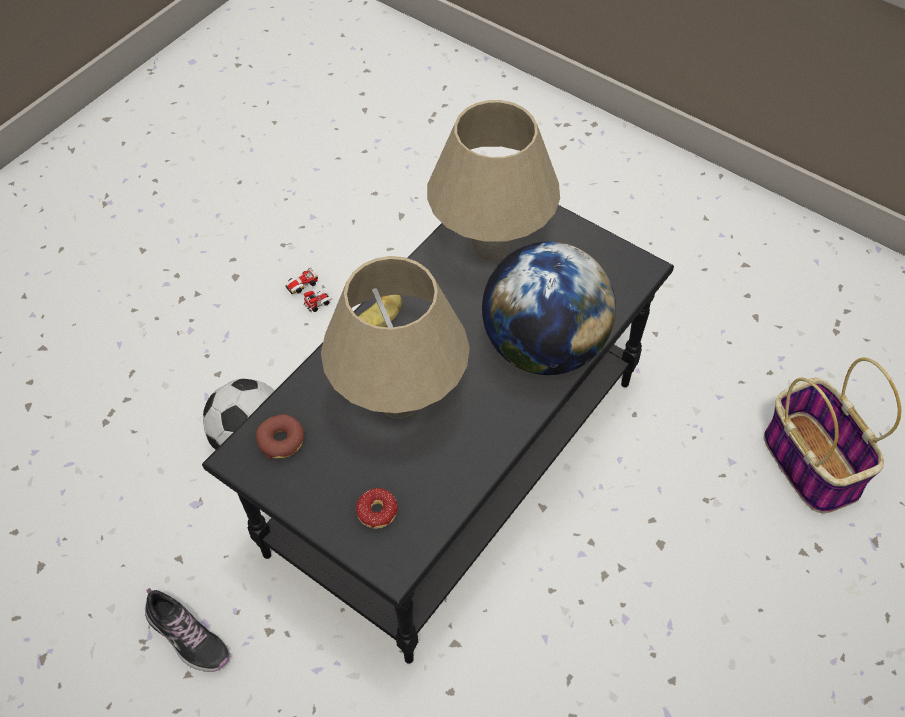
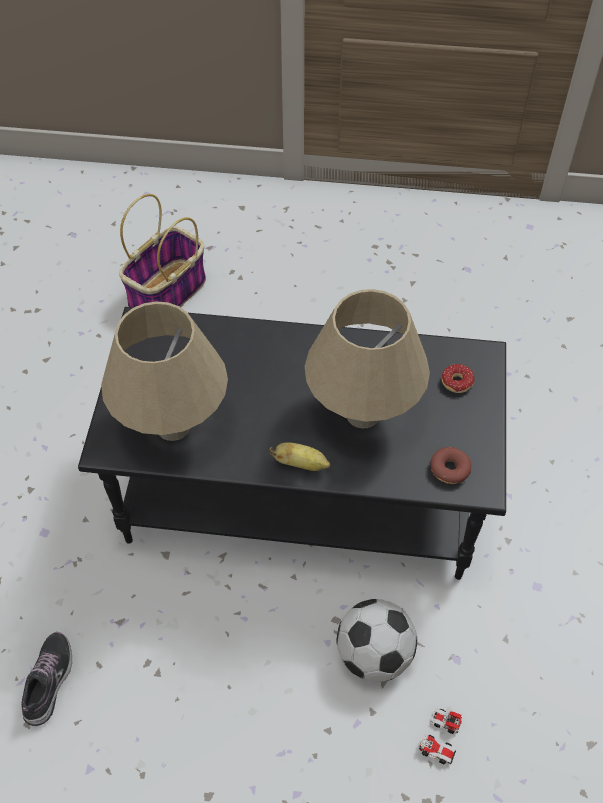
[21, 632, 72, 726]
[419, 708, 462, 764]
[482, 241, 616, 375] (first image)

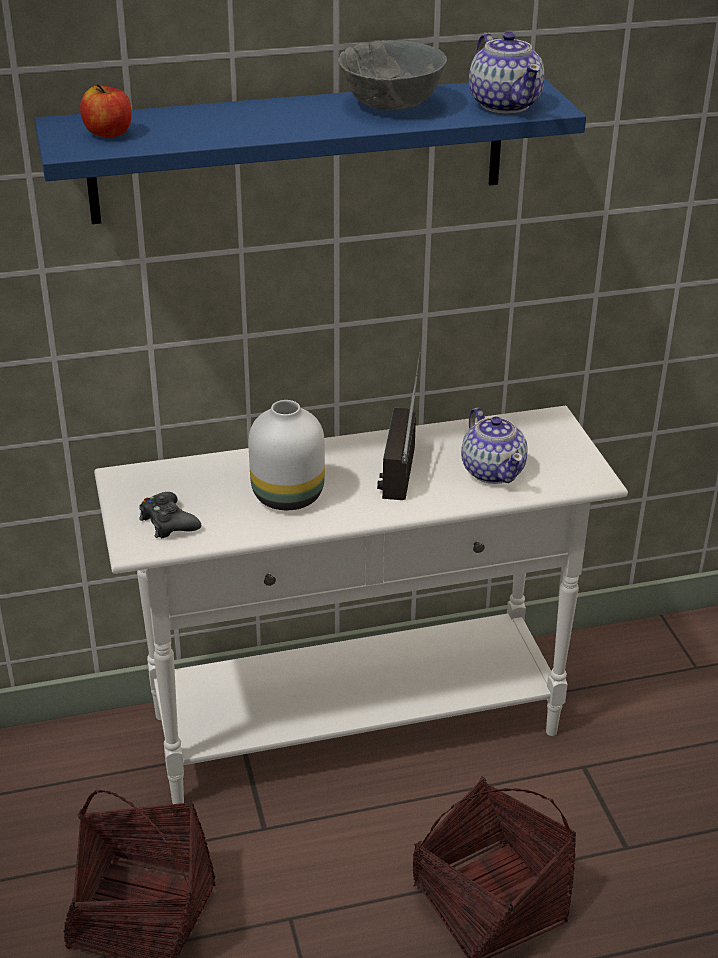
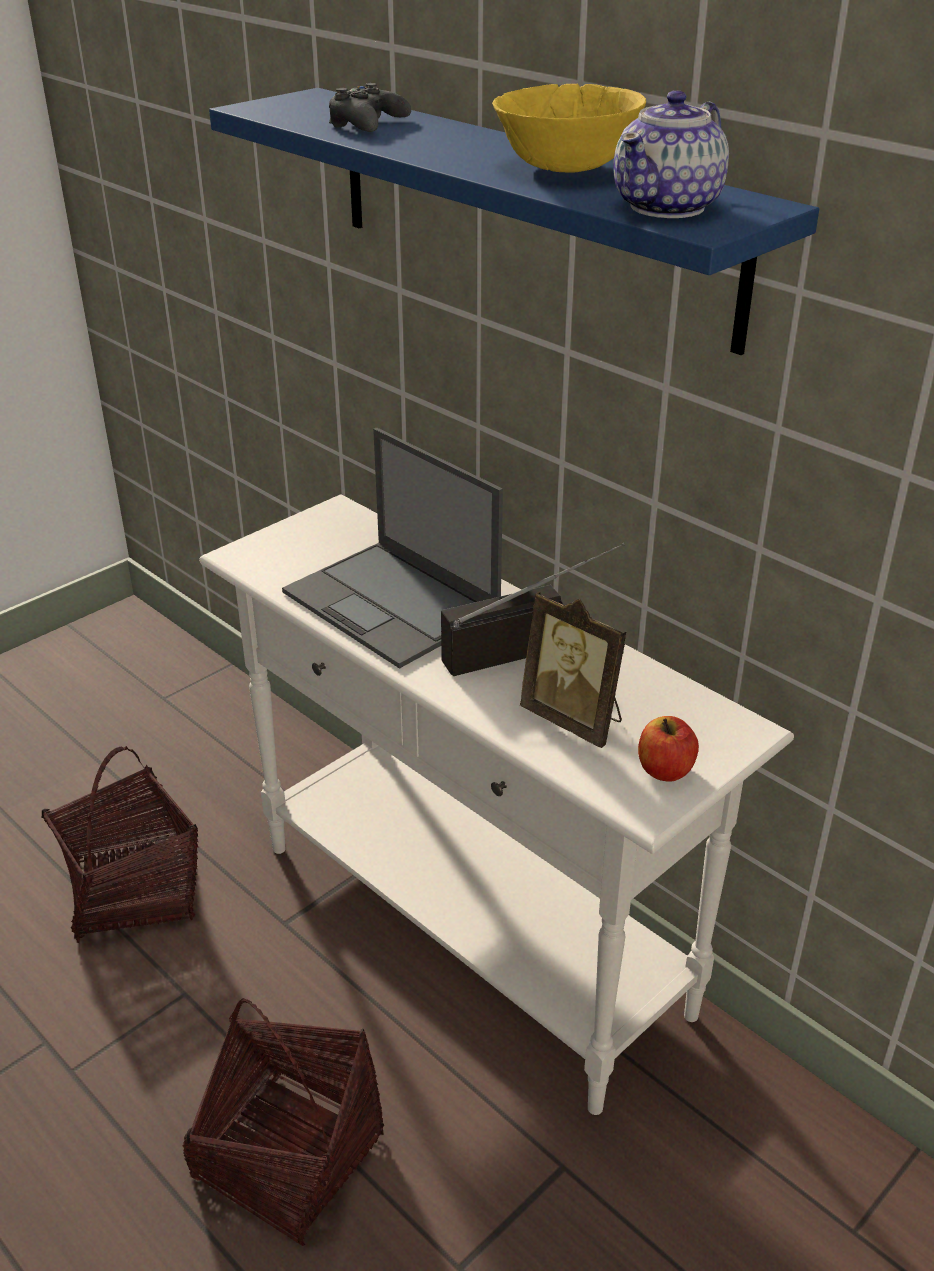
[638, 716, 699, 782]
[329, 83, 411, 132]
[282, 428, 503, 669]
[492, 84, 646, 172]
[520, 592, 627, 748]

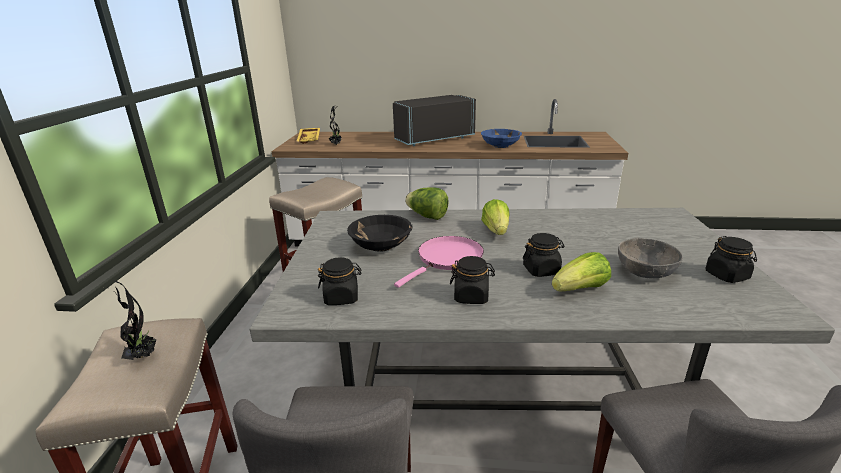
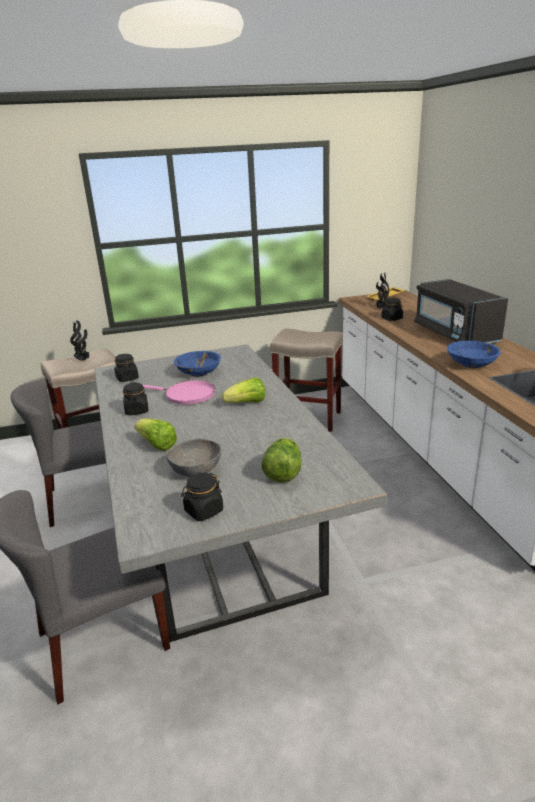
[174, 351, 221, 377]
[414, 279, 508, 343]
[261, 438, 301, 483]
[381, 298, 403, 321]

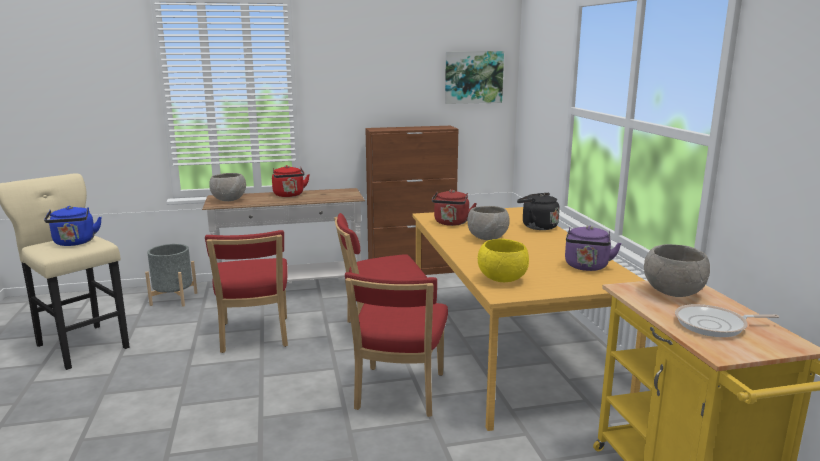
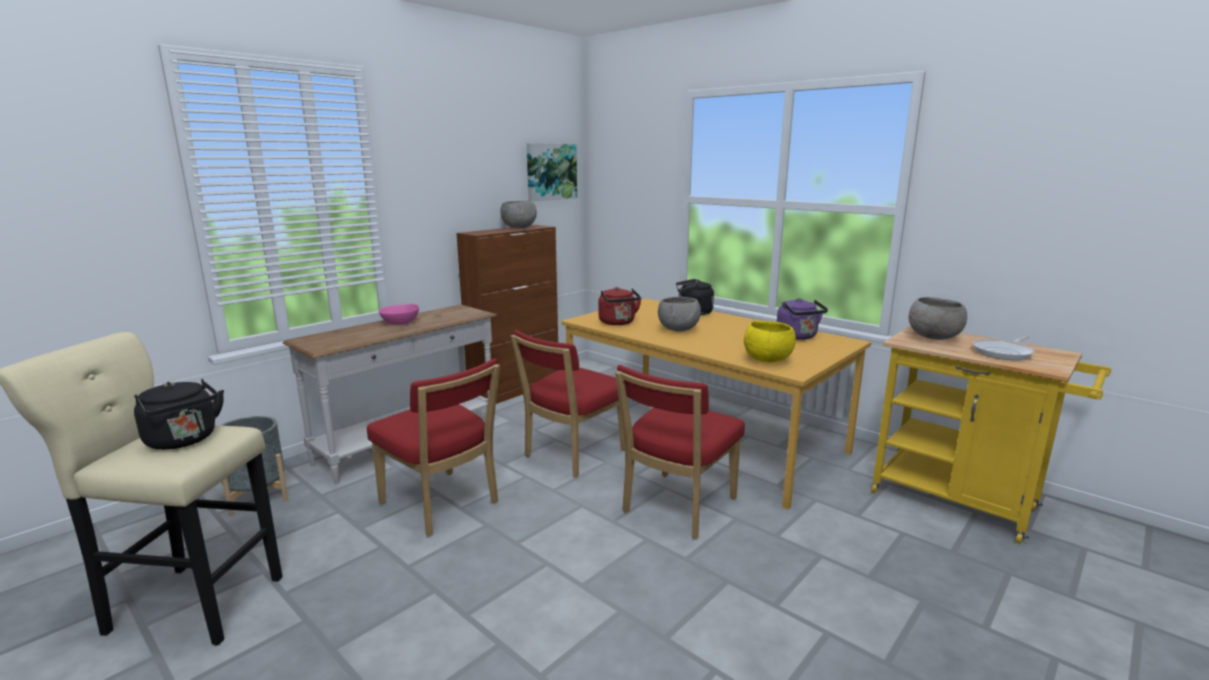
[134, 379, 224, 450]
[500, 201, 537, 228]
[378, 304, 419, 325]
[615, 365, 745, 539]

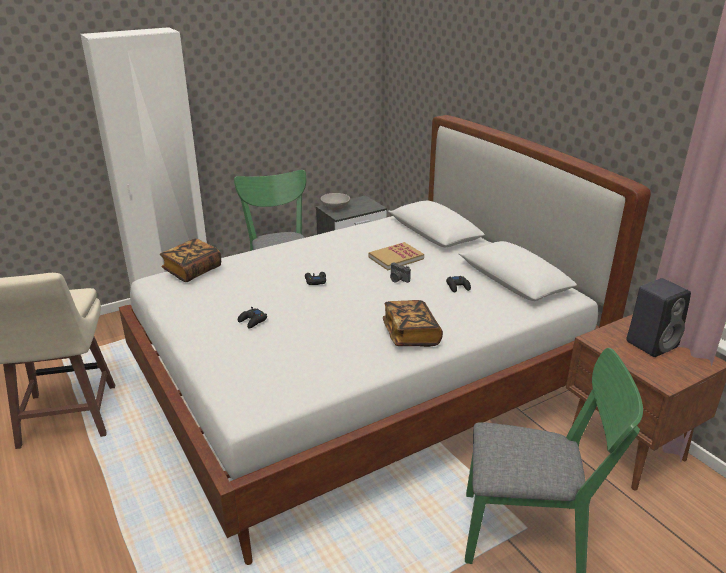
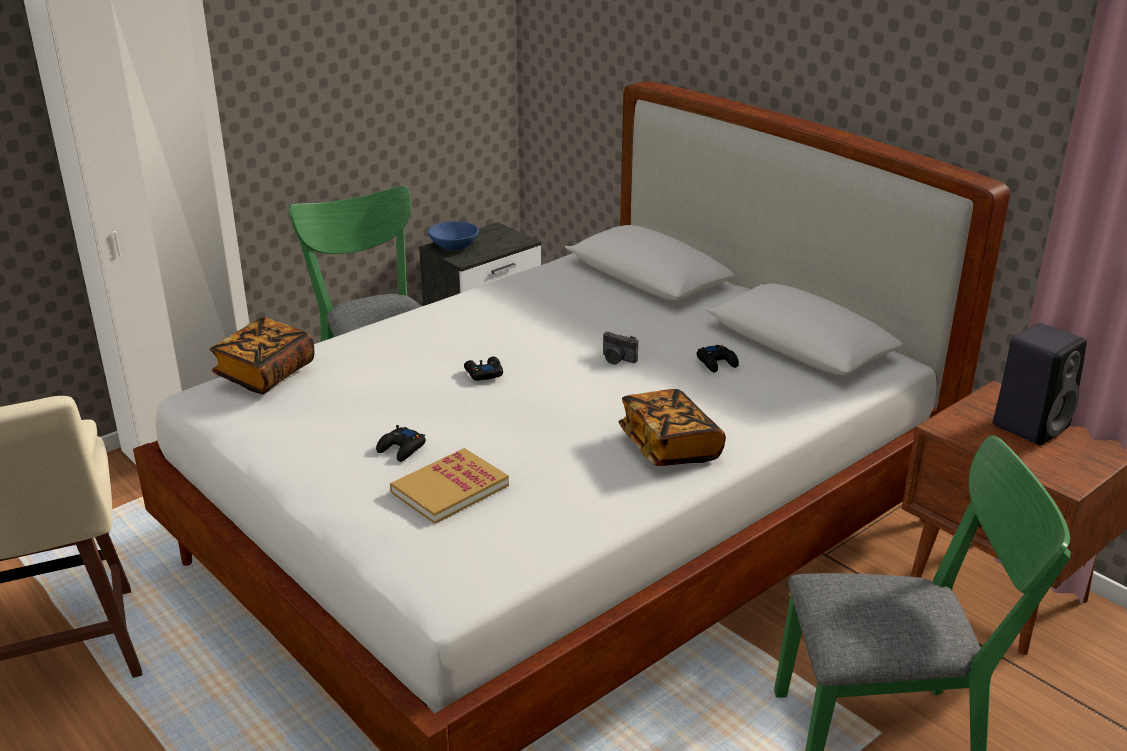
[428, 221, 479, 250]
[390, 448, 509, 524]

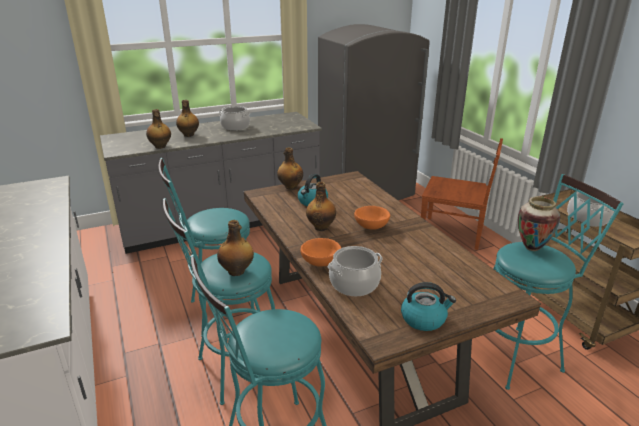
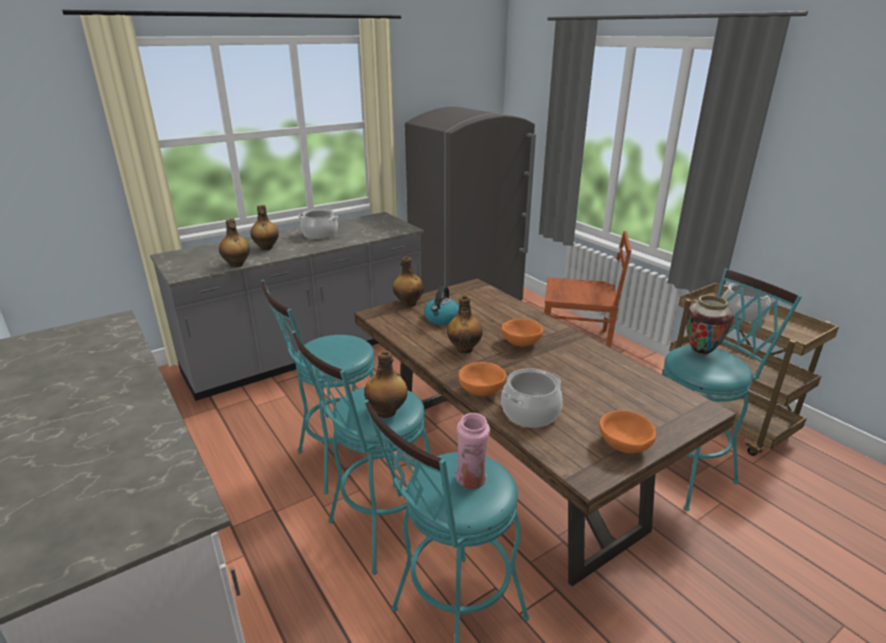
[599, 410, 656, 454]
[455, 413, 490, 489]

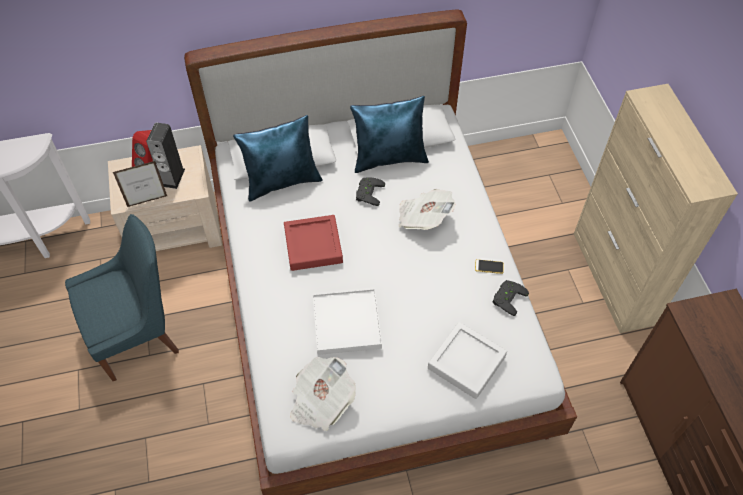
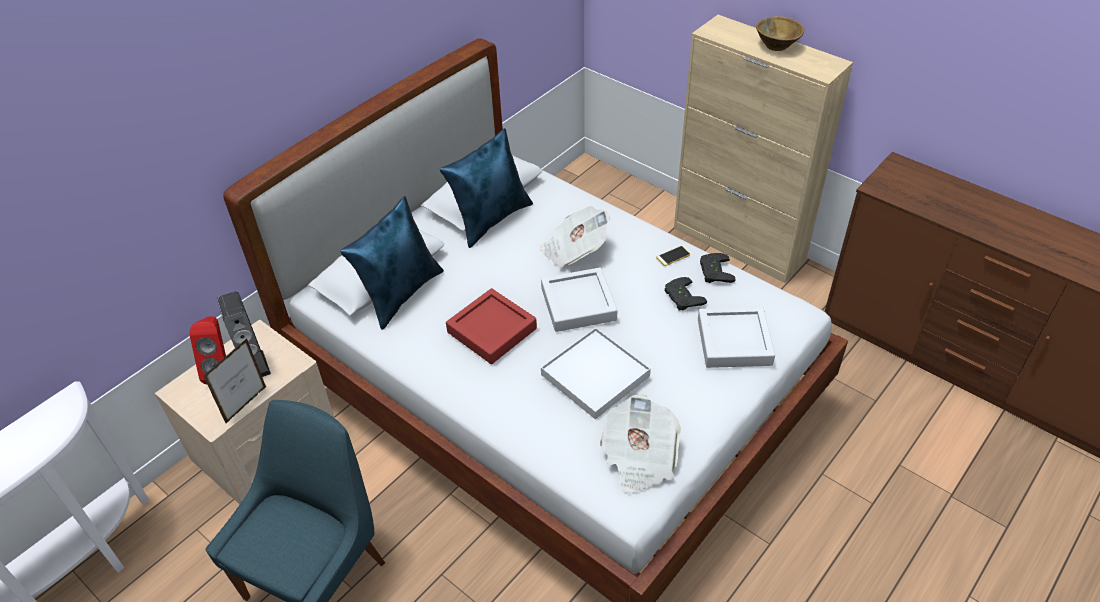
[665, 277, 707, 311]
[541, 268, 617, 332]
[756, 16, 804, 51]

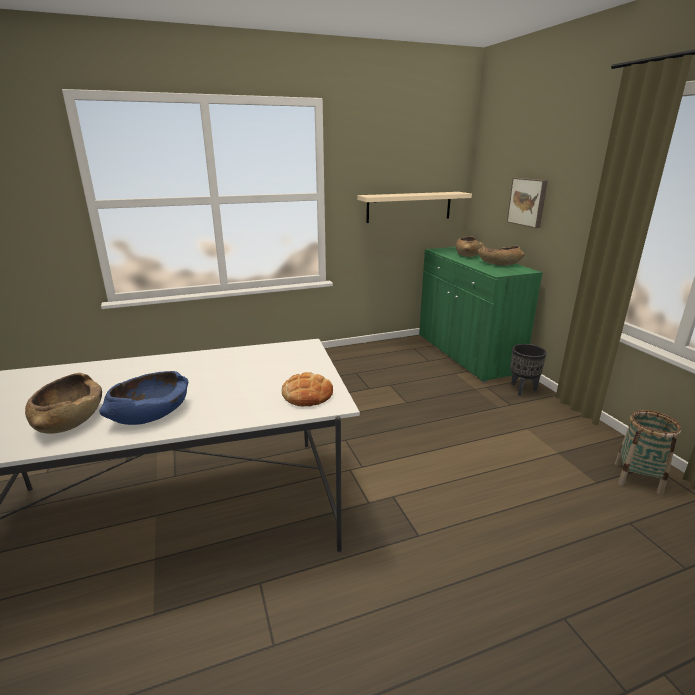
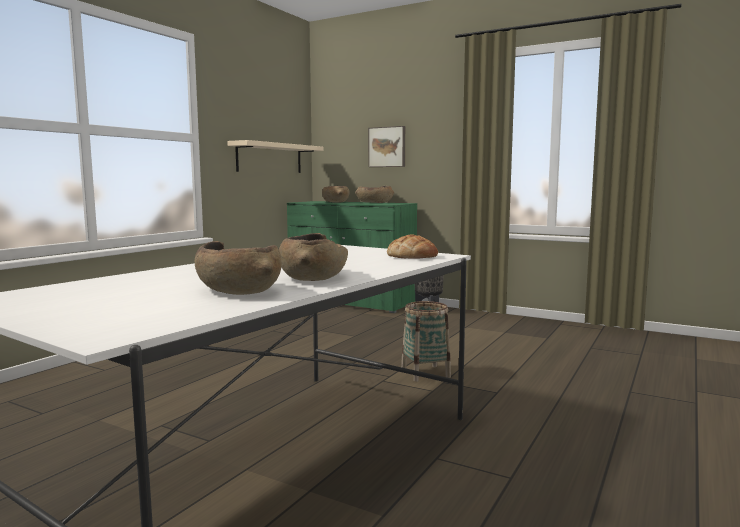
[279, 233, 348, 281]
[401, 301, 451, 382]

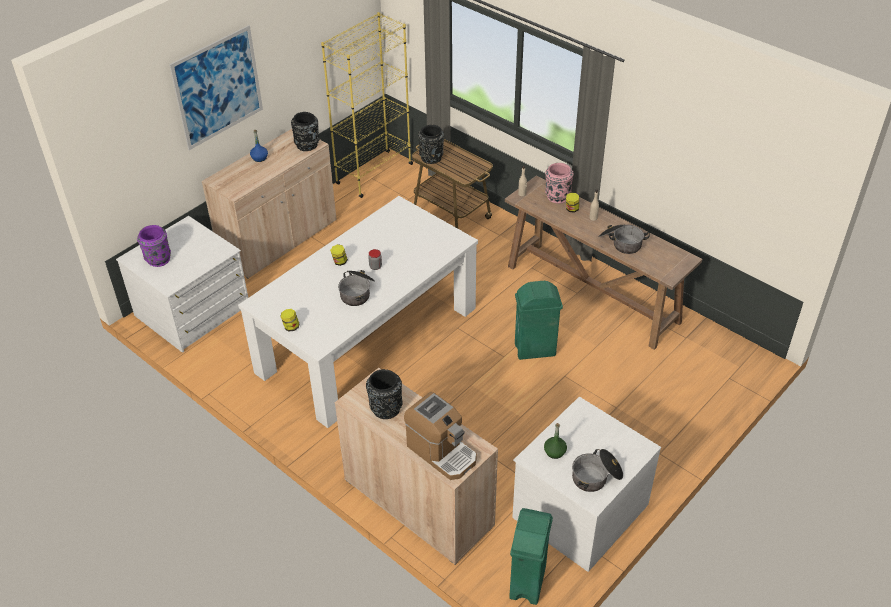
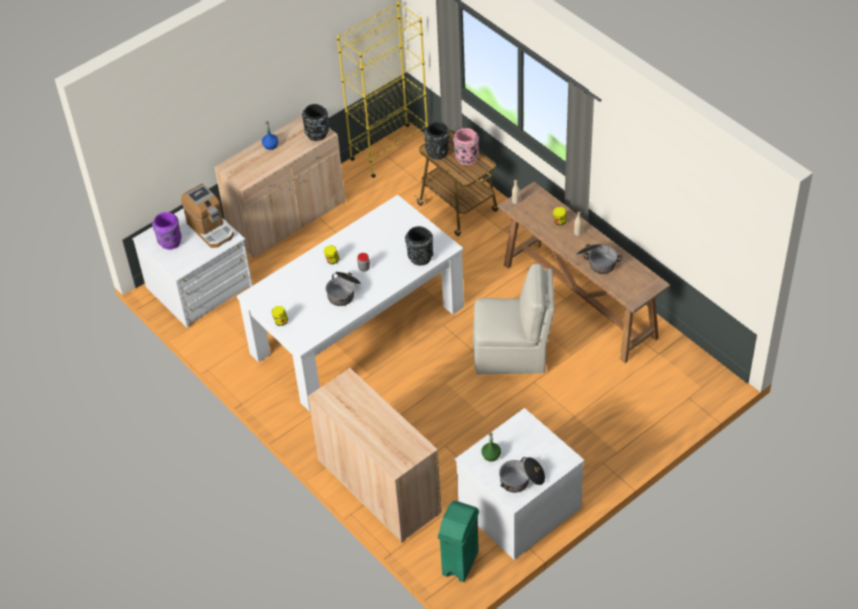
[169, 25, 263, 150] (first image)
[405, 226, 433, 266]
[181, 184, 234, 248]
[473, 264, 554, 374]
[453, 128, 479, 165]

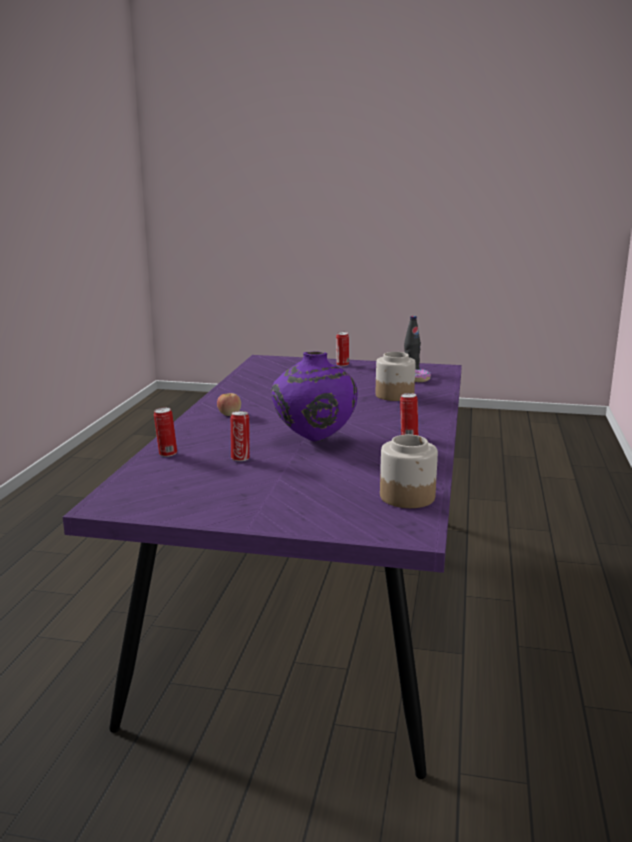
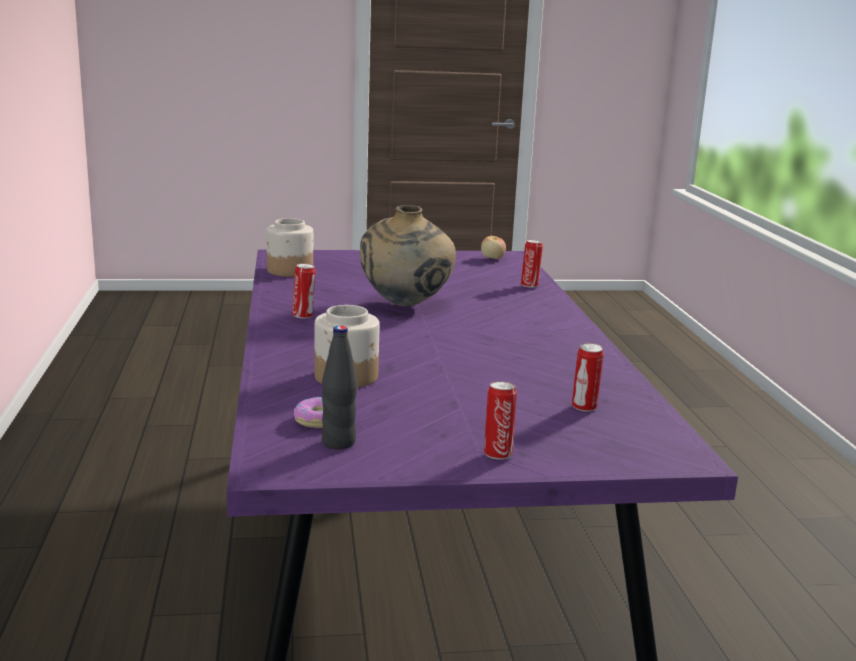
[481, 236, 506, 259]
[572, 343, 604, 412]
[360, 205, 456, 306]

